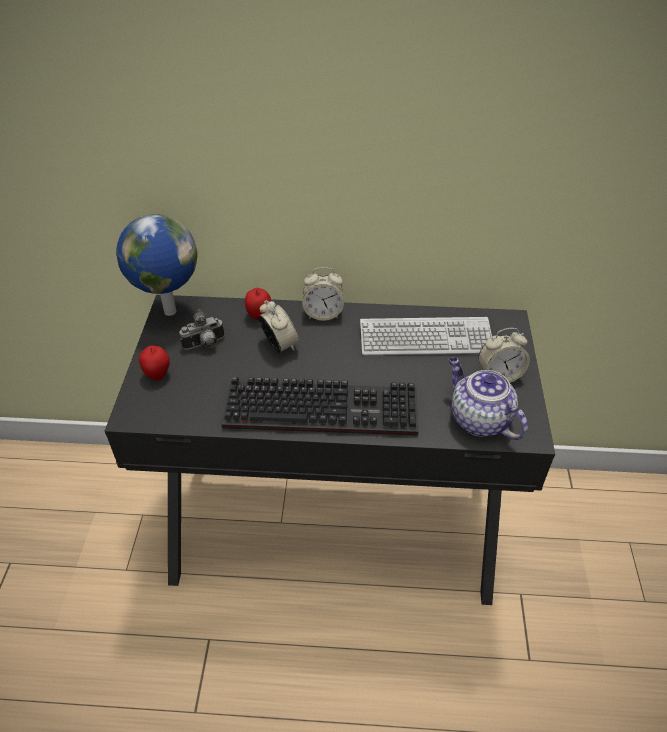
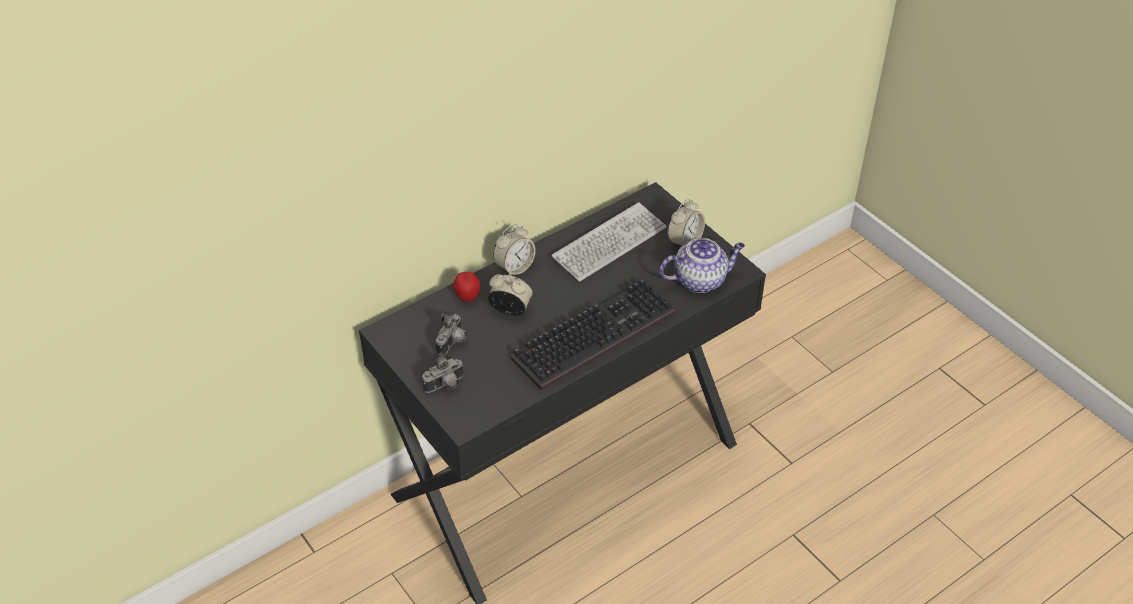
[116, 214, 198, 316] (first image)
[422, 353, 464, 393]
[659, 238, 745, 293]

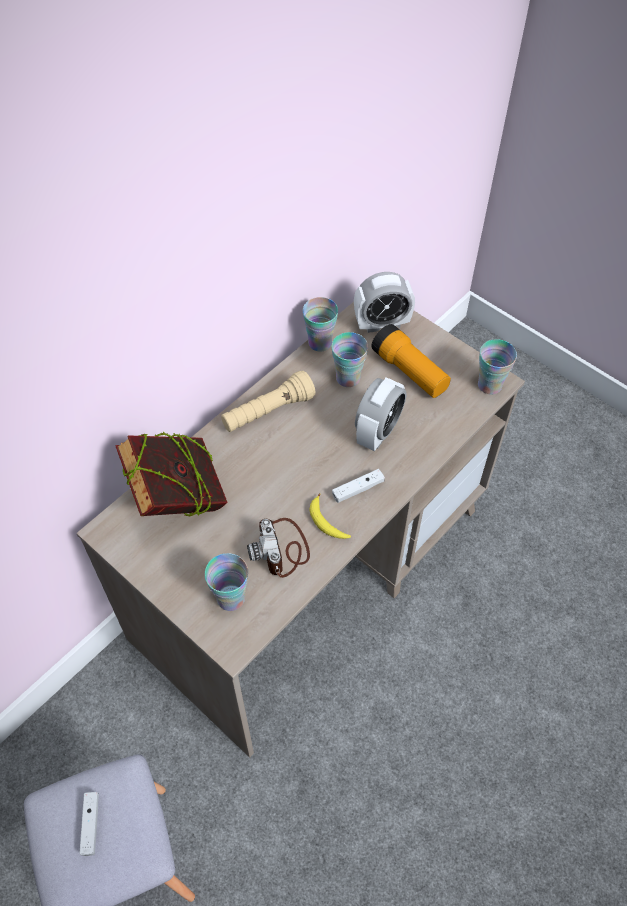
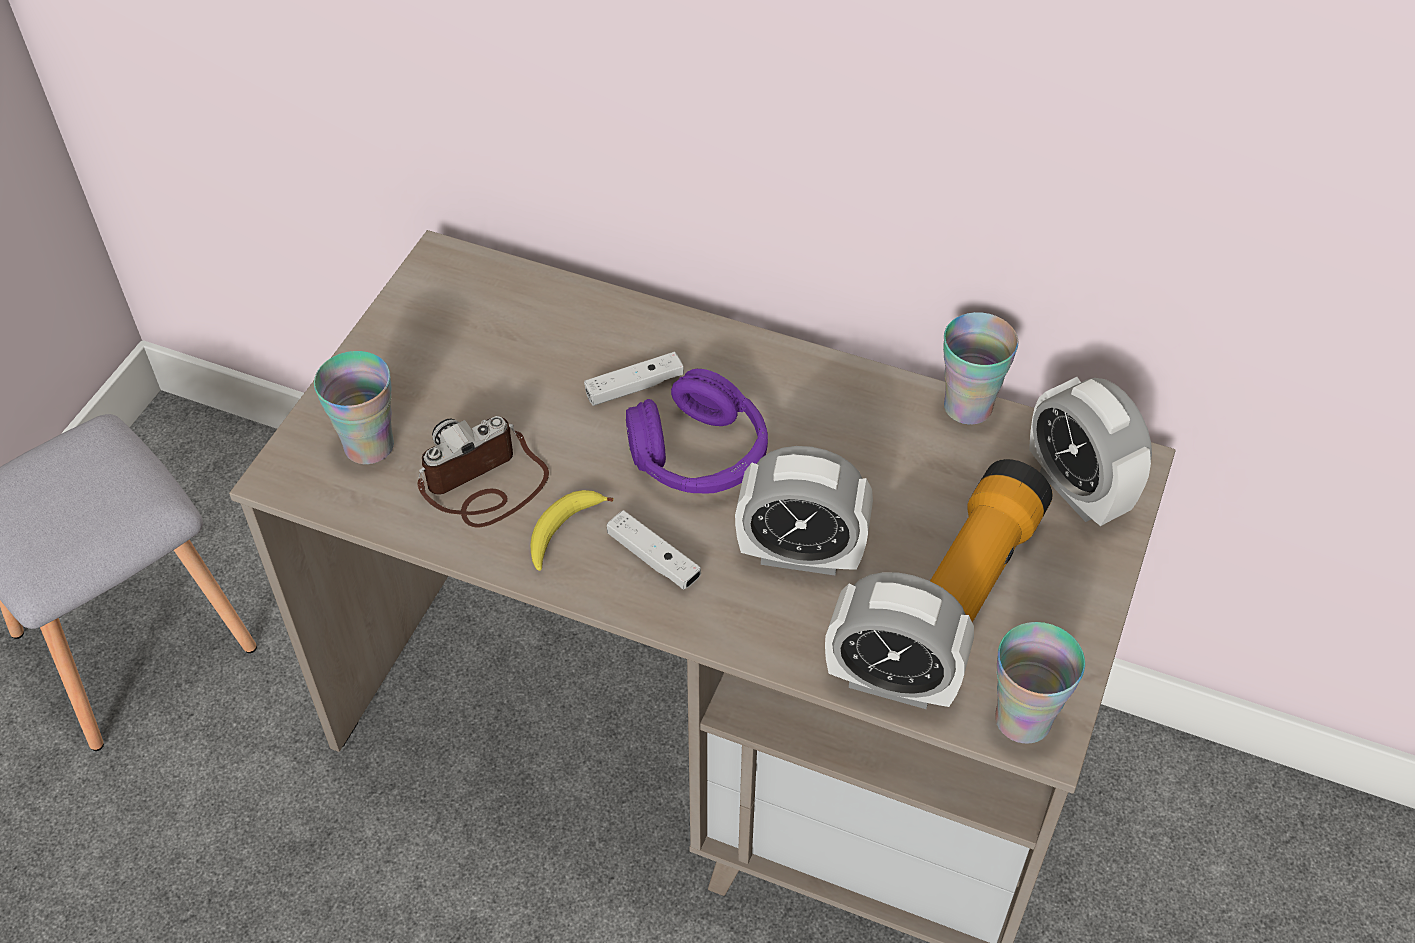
[584, 352, 684, 406]
[115, 431, 228, 517] (first image)
[221, 371, 316, 432] (first image)
[331, 332, 368, 387] (first image)
[626, 369, 768, 493]
[825, 572, 974, 709]

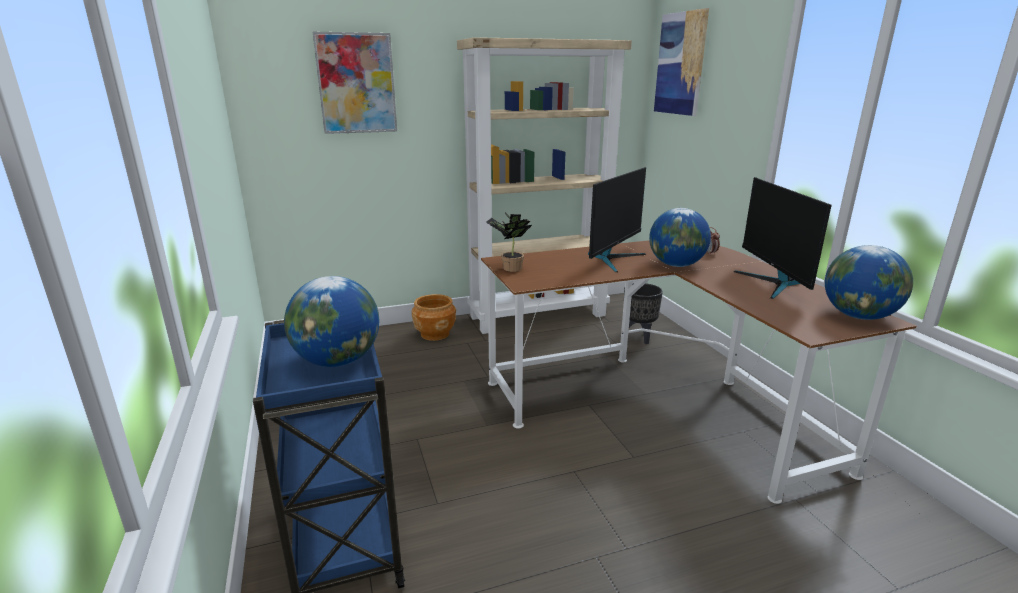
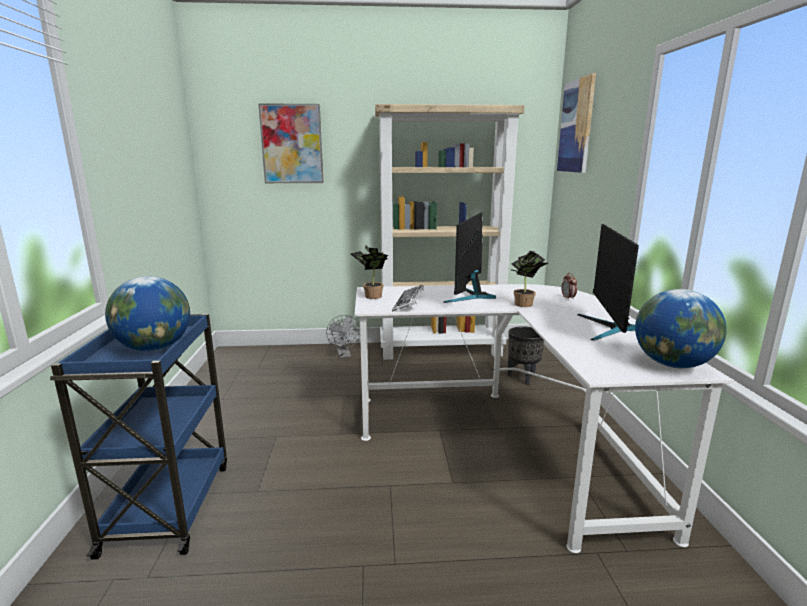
[326, 315, 360, 358]
[354, 284, 734, 553]
[444, 212, 496, 303]
[510, 251, 548, 307]
[392, 285, 424, 312]

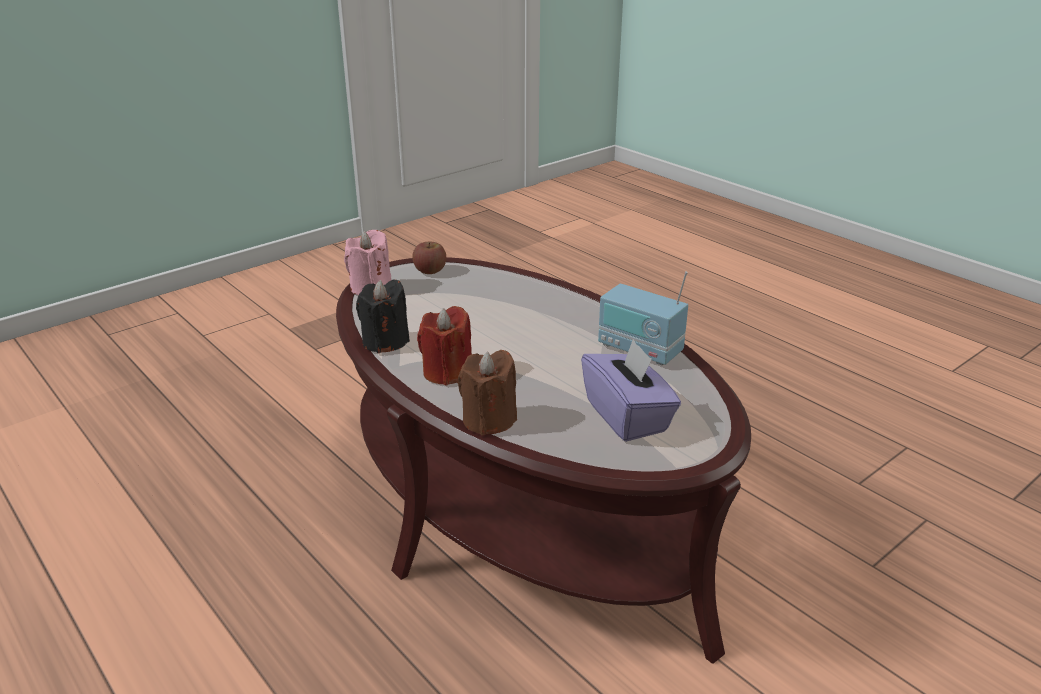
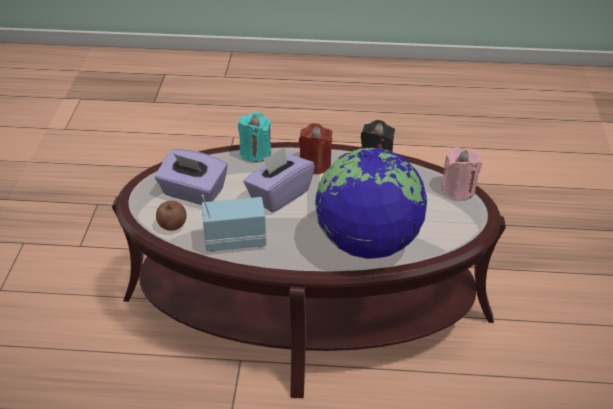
[156, 201, 186, 231]
[238, 112, 271, 162]
[243, 147, 315, 212]
[315, 148, 427, 259]

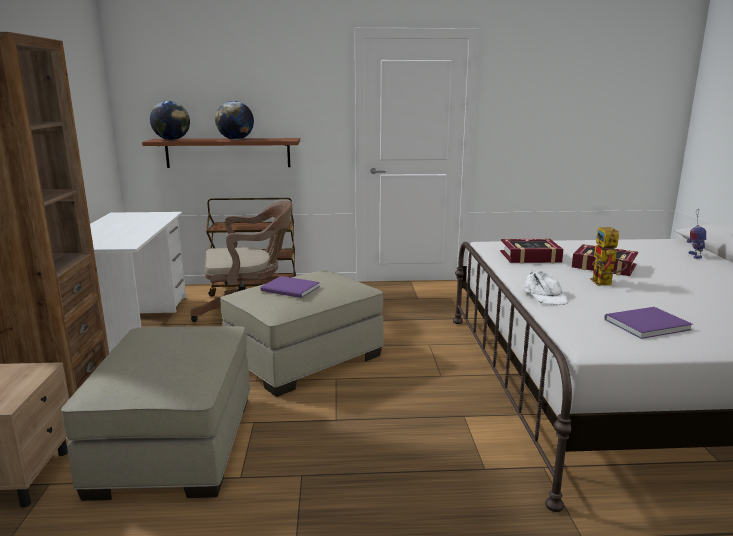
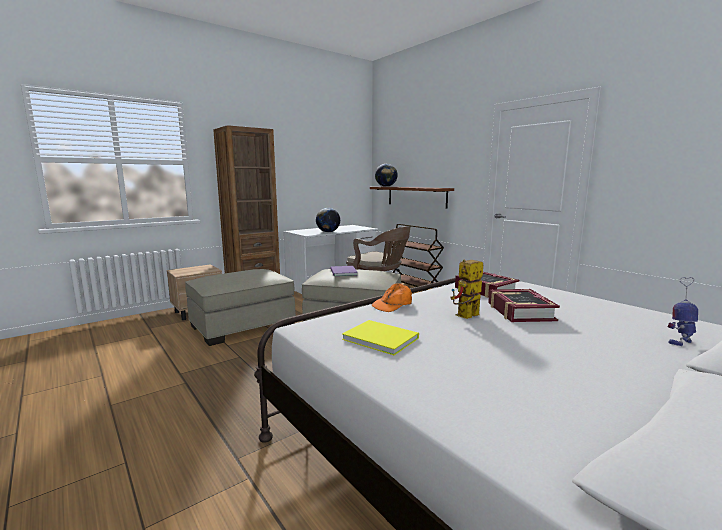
[316, 208, 340, 232]
[372, 283, 412, 312]
[342, 320, 419, 355]

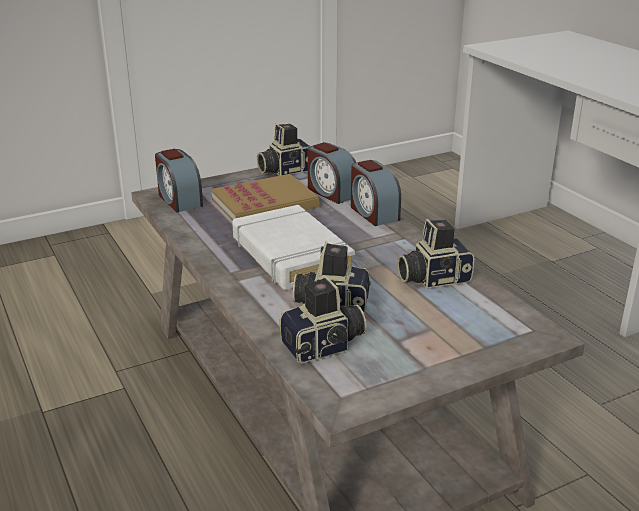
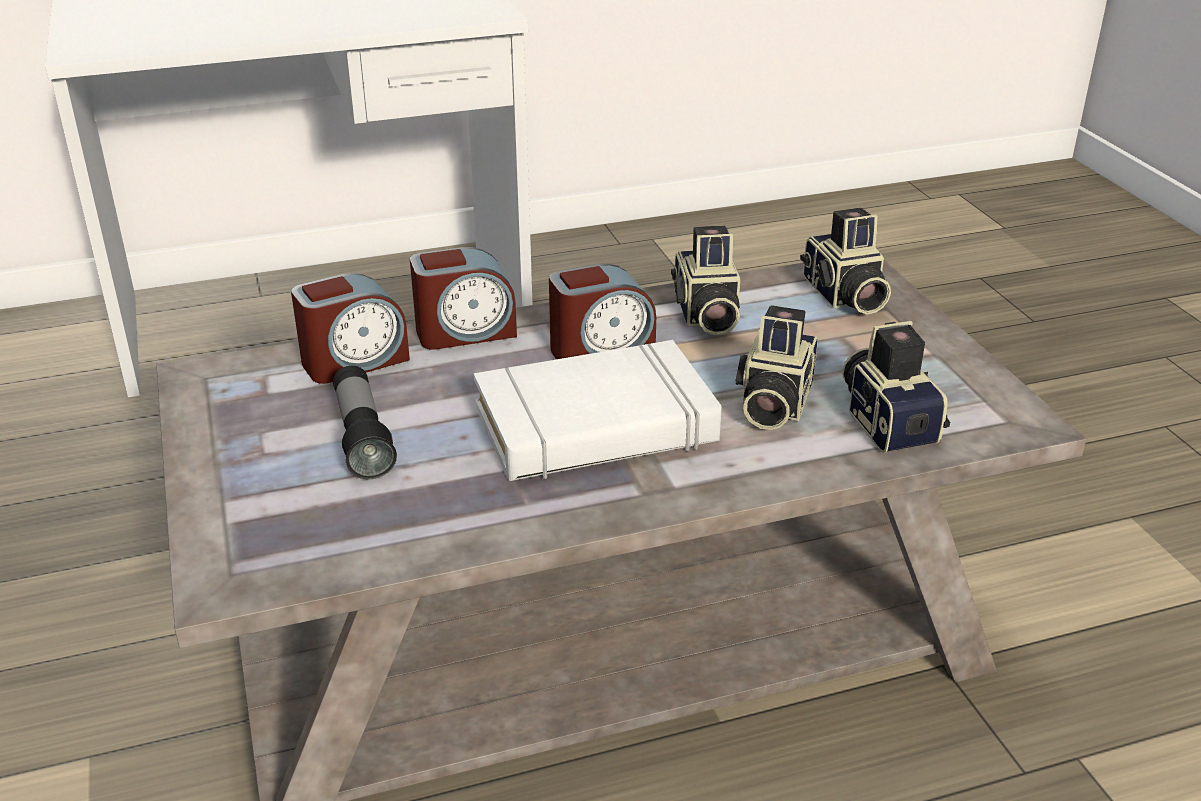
[549, 264, 656, 359]
[333, 366, 397, 479]
[800, 208, 891, 315]

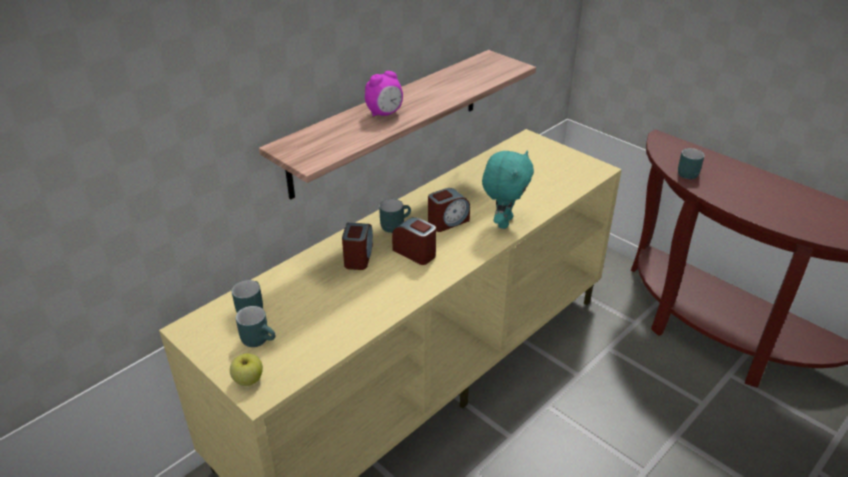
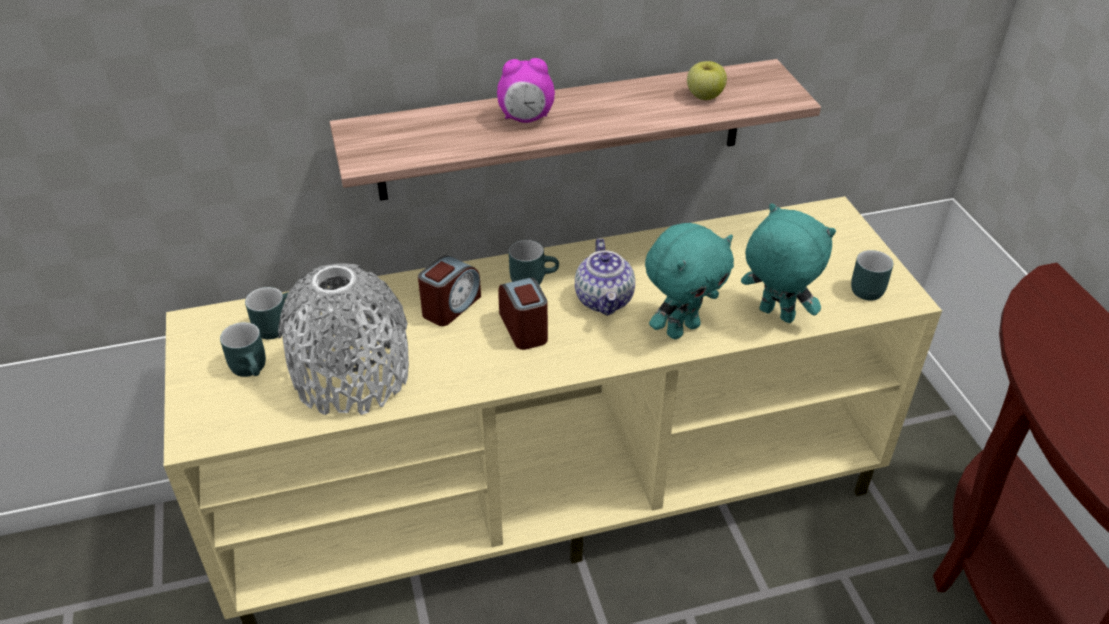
[687, 61, 727, 100]
[575, 238, 635, 316]
[851, 250, 893, 300]
[278, 263, 409, 415]
[741, 203, 836, 323]

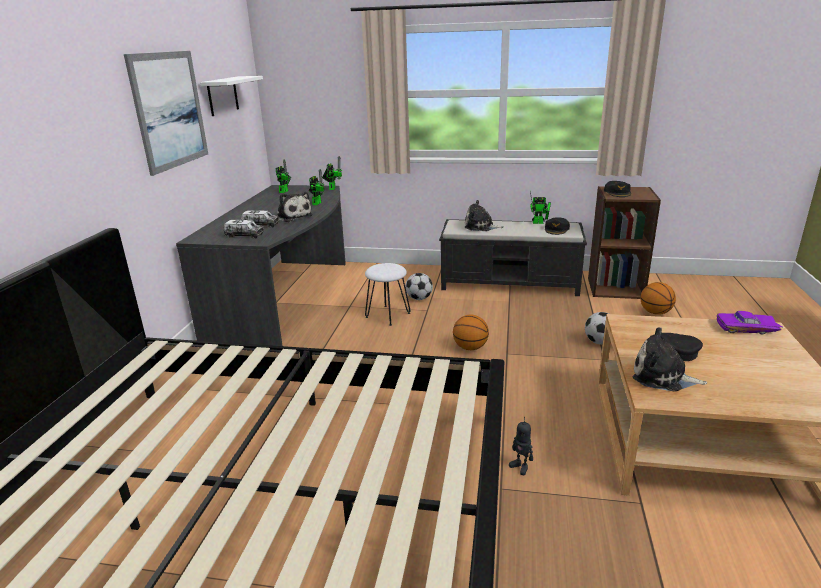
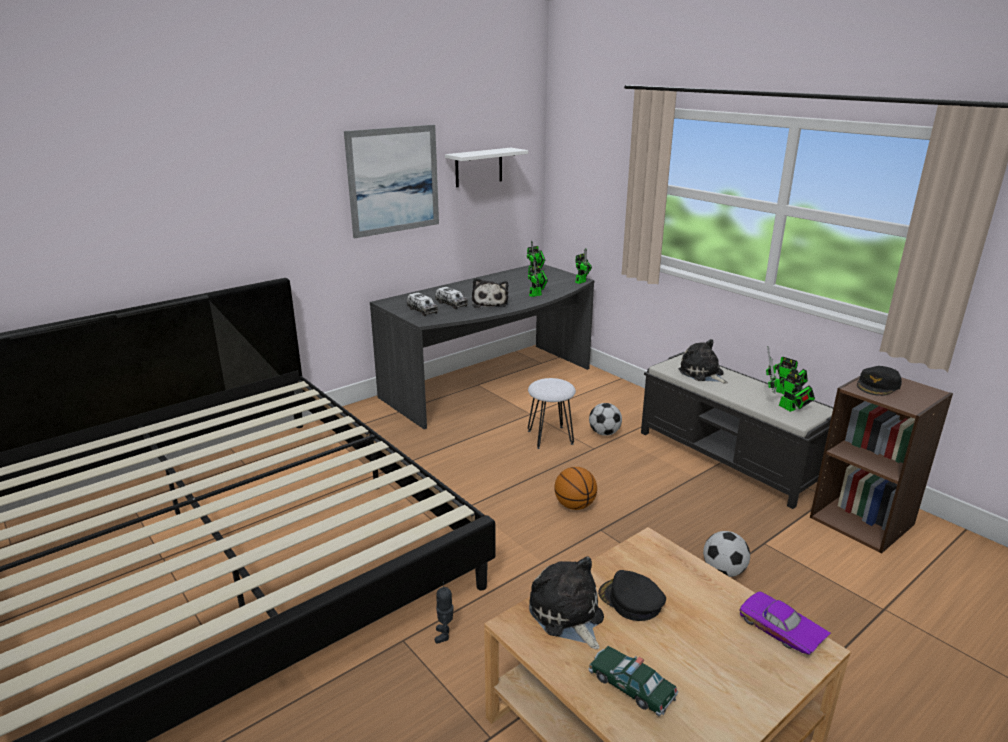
[768, 357, 815, 412]
[640, 282, 676, 315] (first image)
[589, 646, 678, 716]

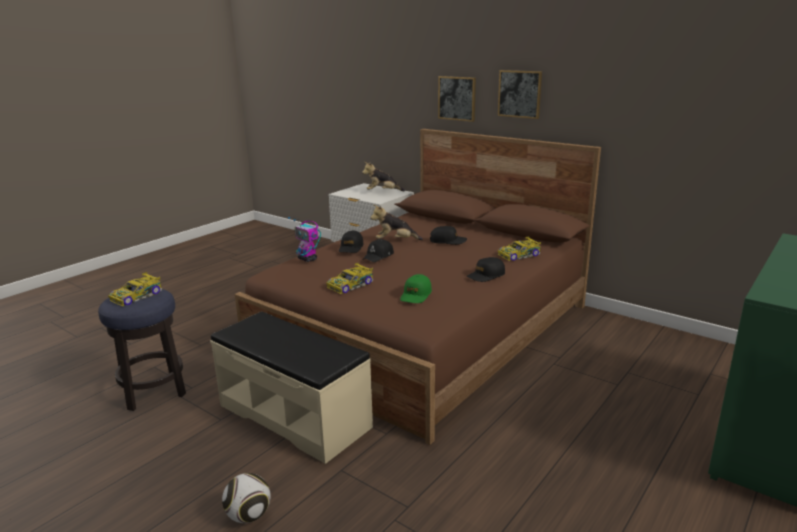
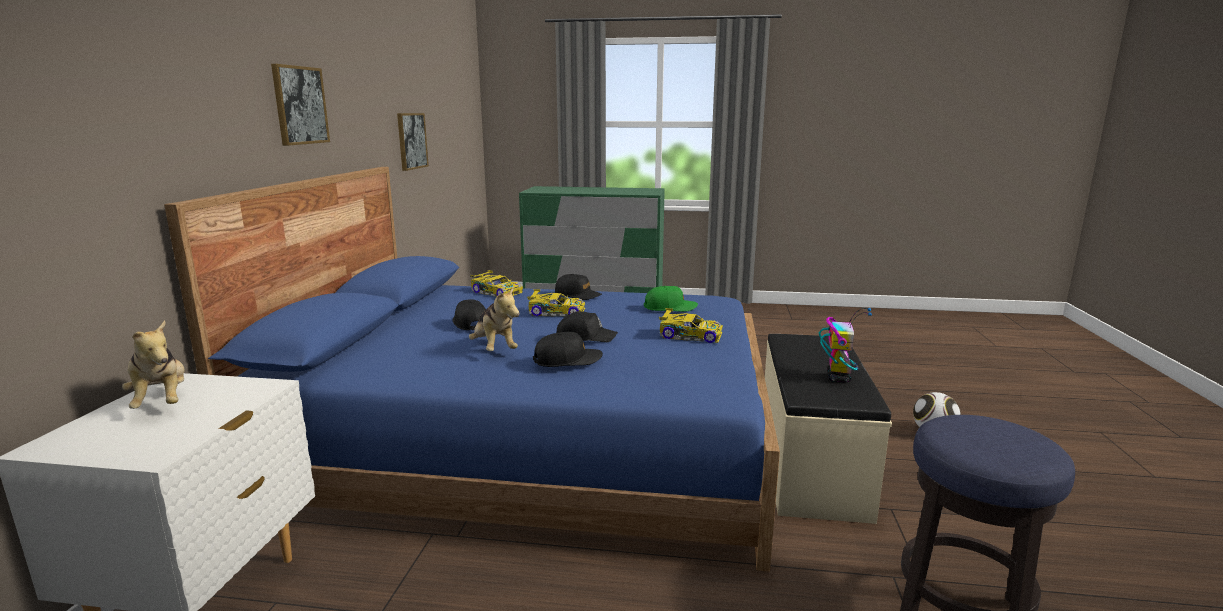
[527, 289, 585, 316]
[164, 167, 780, 572]
[819, 308, 872, 382]
[397, 113, 429, 171]

